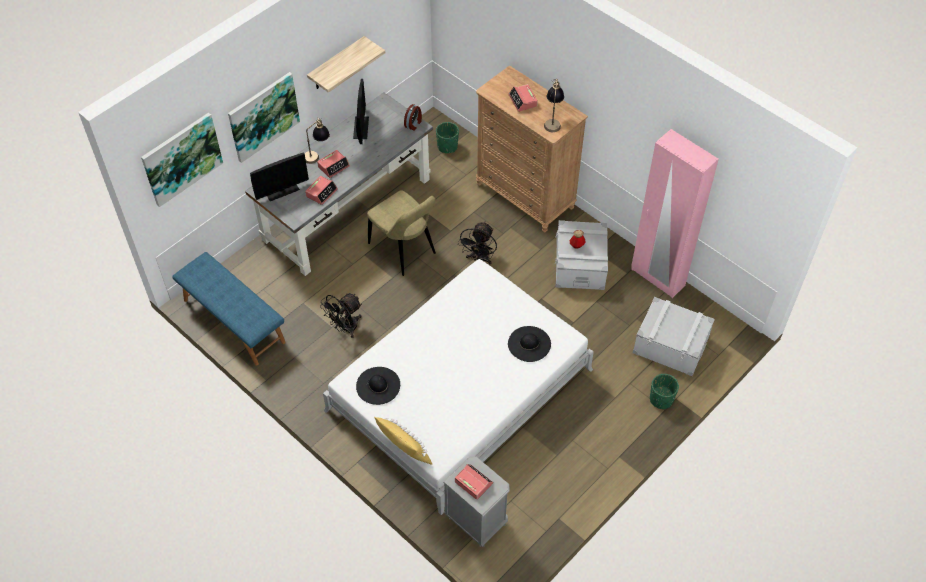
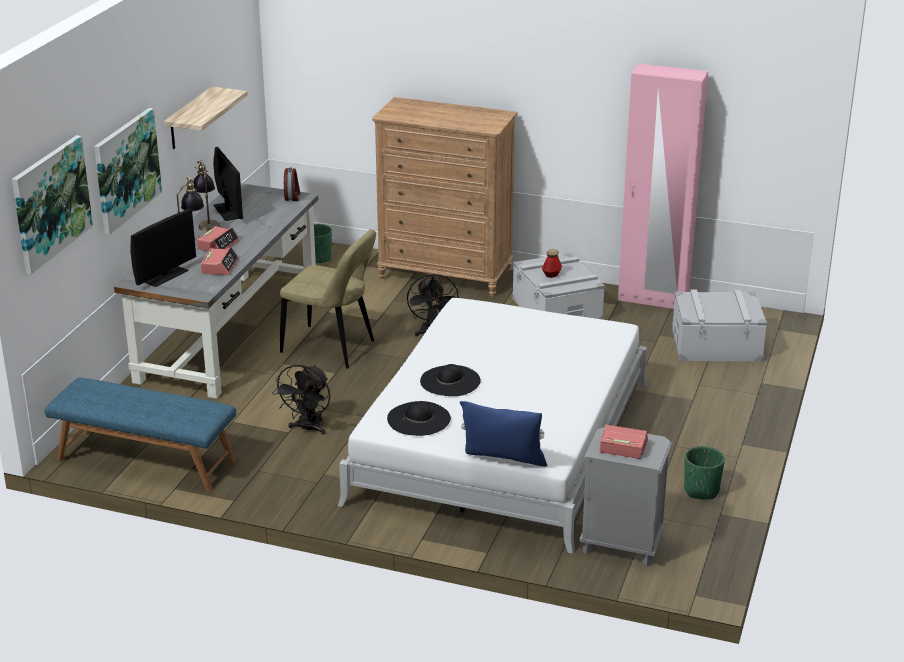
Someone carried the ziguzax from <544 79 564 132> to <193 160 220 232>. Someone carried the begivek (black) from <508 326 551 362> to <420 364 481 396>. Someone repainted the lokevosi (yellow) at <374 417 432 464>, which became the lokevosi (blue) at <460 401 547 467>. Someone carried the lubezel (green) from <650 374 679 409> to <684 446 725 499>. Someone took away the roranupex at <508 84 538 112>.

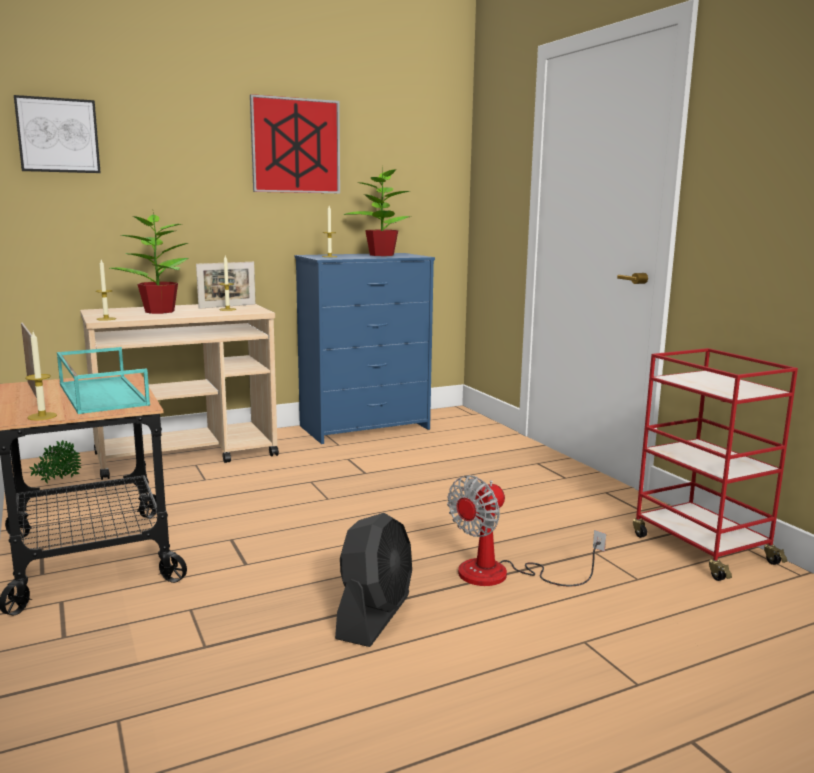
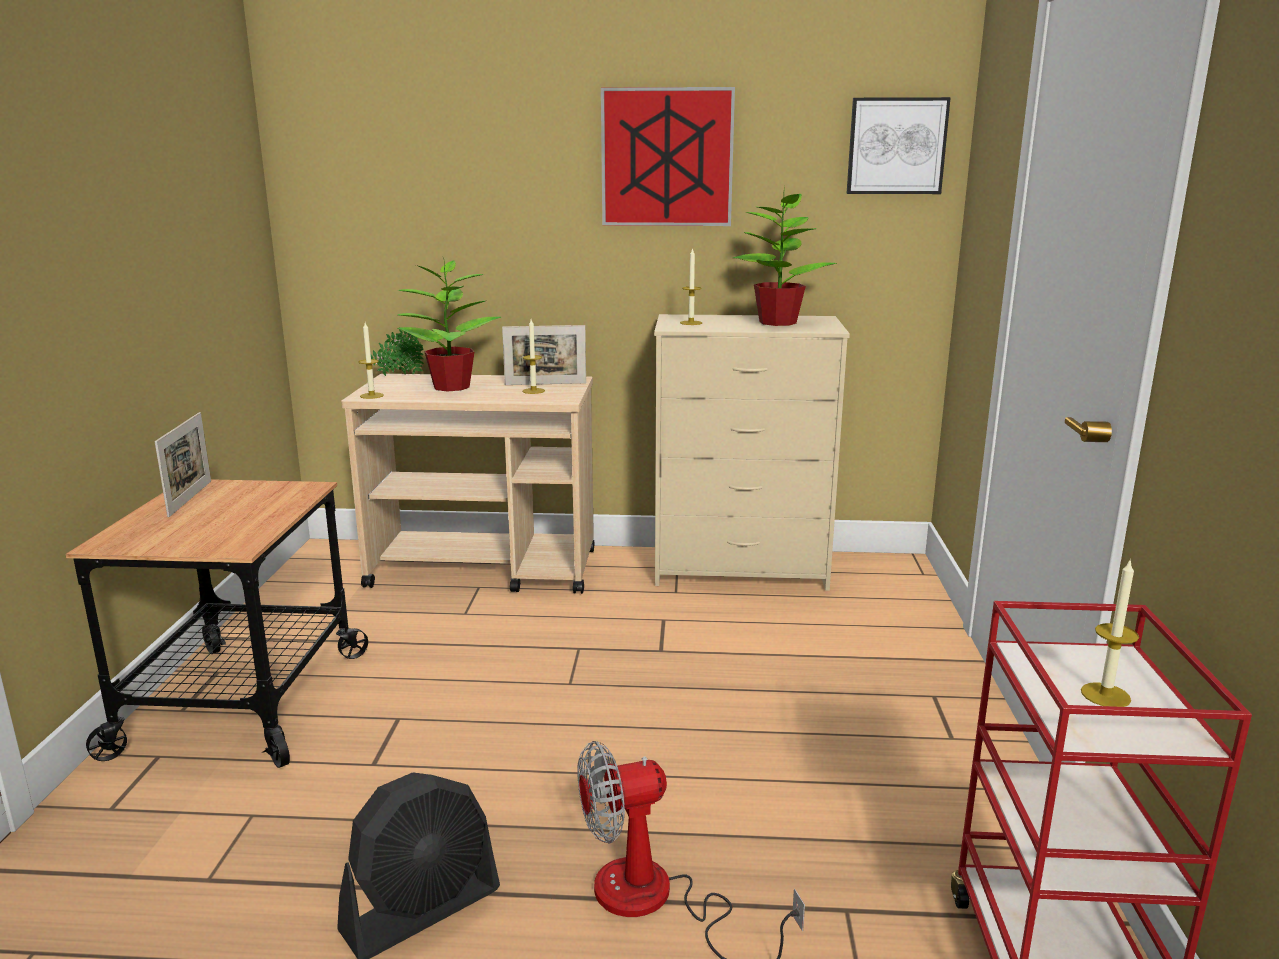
Someone carried the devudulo from <29 440 81 484> to <371 327 424 376>. Someone repainted the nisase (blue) at <295 253 435 444>, which became the nisase (beige) at <654 314 850 591>. Someone carried the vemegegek from <14 95 101 173> to <846 97 951 194>. Someone carried the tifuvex from <25 332 57 420> to <1081 561 1139 707>. Someone took away the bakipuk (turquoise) at <57 347 150 414>.

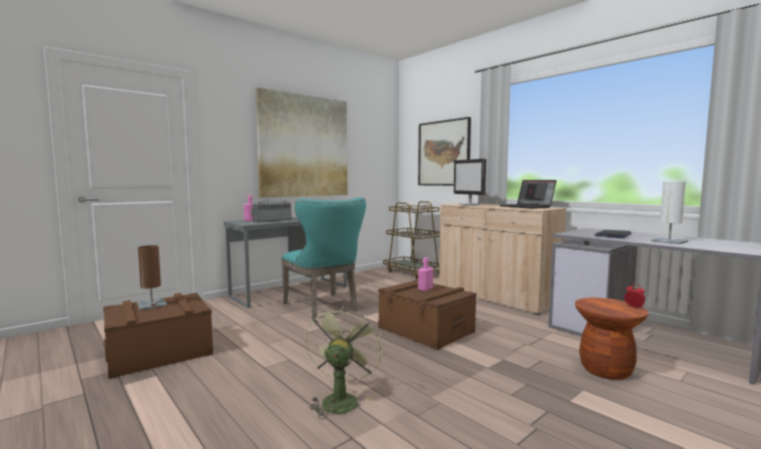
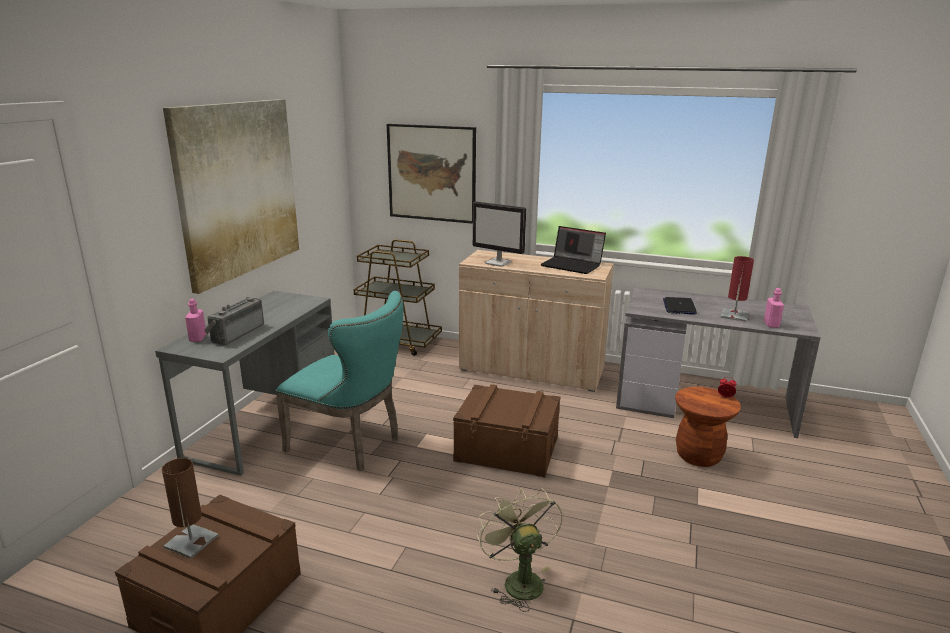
Someone repainted the ziguzax (white) at <651 182 688 244>, which became the ziguzax (red) at <721 256 754 322>. Someone carried the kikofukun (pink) from <418 257 433 291> to <764 288 784 328>.

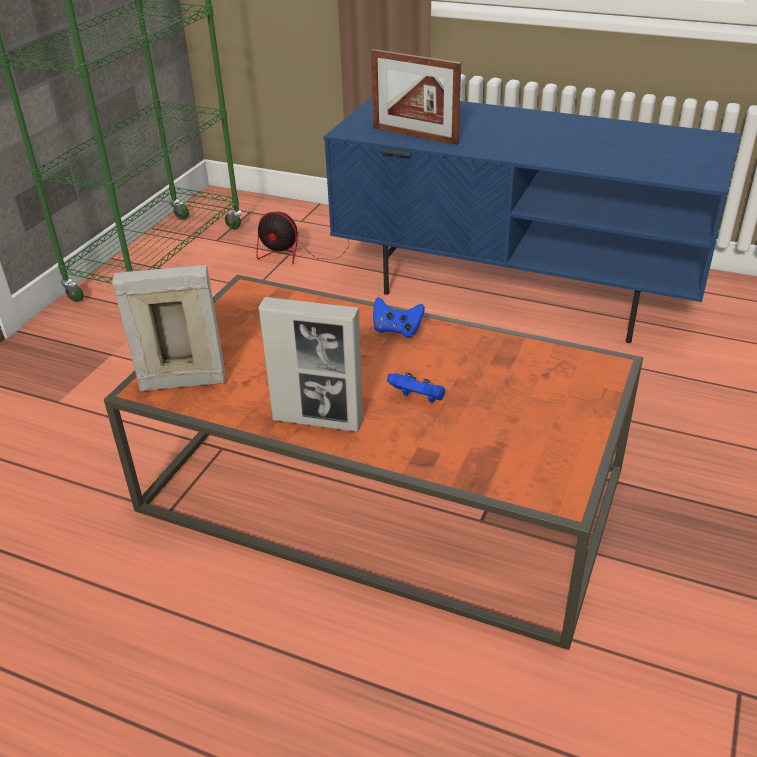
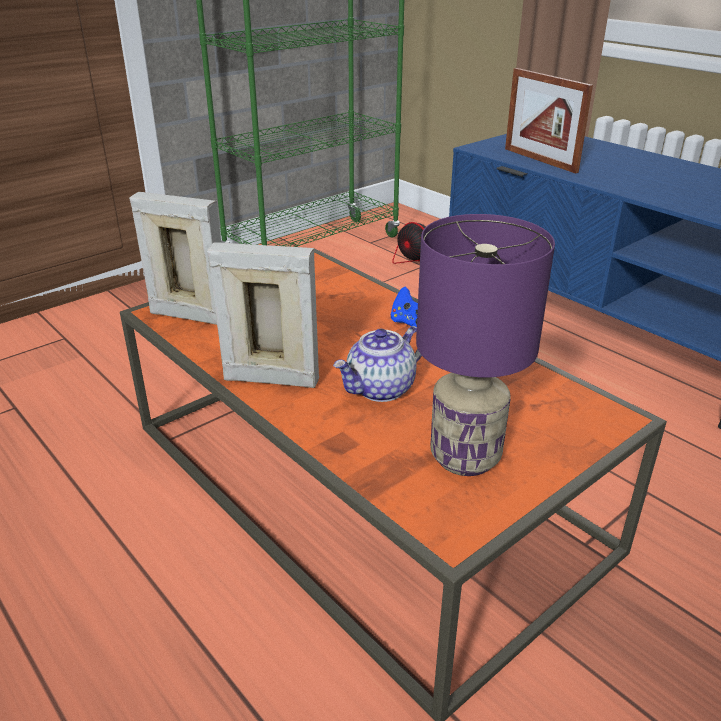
Someone rotated the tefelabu at <259 297 363 432> by 150 degrees clockwise. Someone swapped the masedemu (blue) at <387 372 445 403> for the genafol at <333 326 422 402>. Someone put down the ziguzax (purple) at <416 214 555 476>.

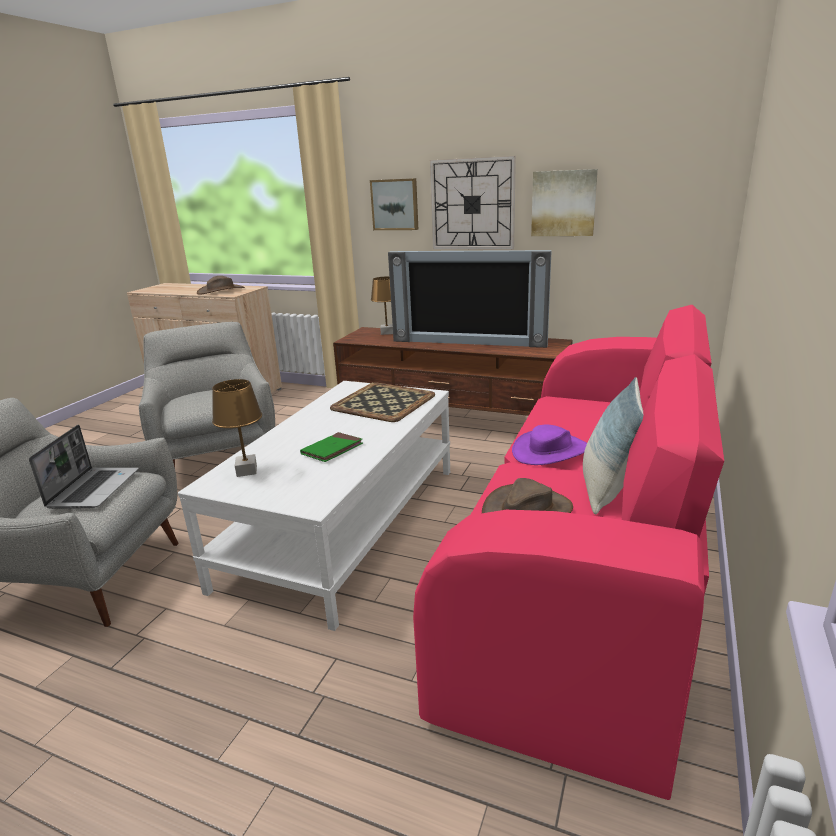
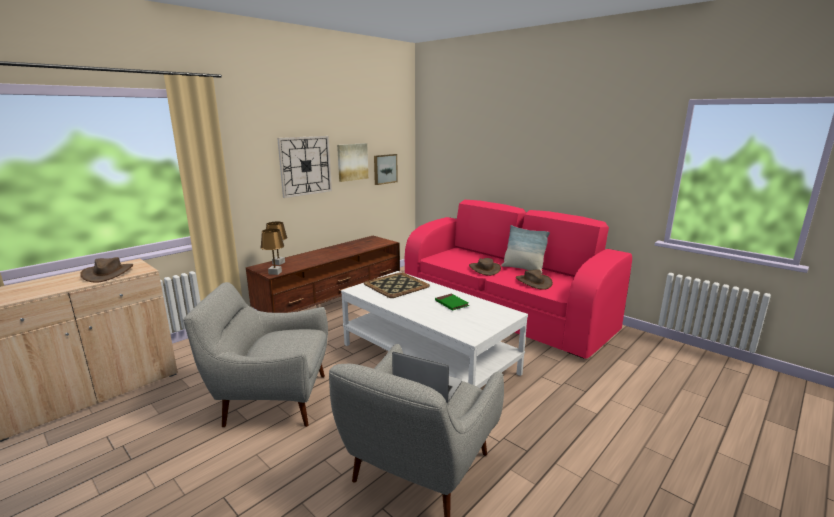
Someone carried the ziguzax (brown) from <212 379 262 477> to <260 229 284 275>. Someone carried the vemegegek from <370 178 418 230> to <374 154 398 185>. Someone repainted the begivek (purple) at <512 425 587 465>, which became the begivek (brown) at <469 258 501 276>. Someone took away the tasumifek at <388 250 552 348>.

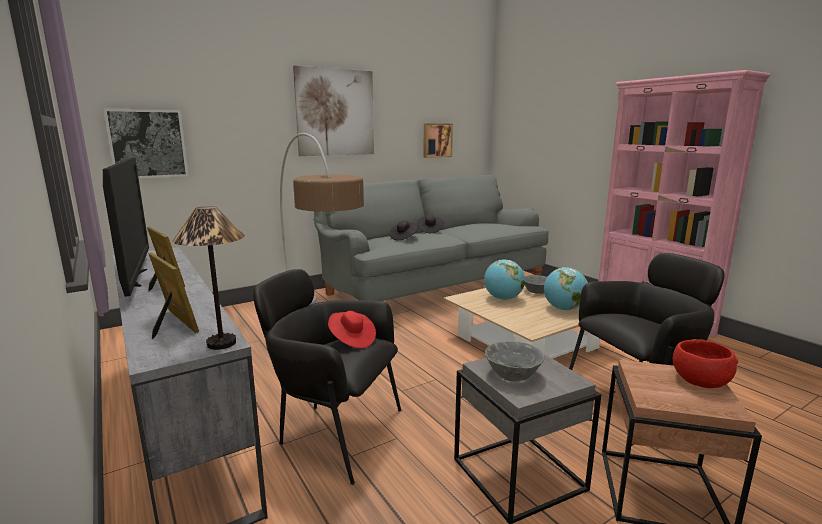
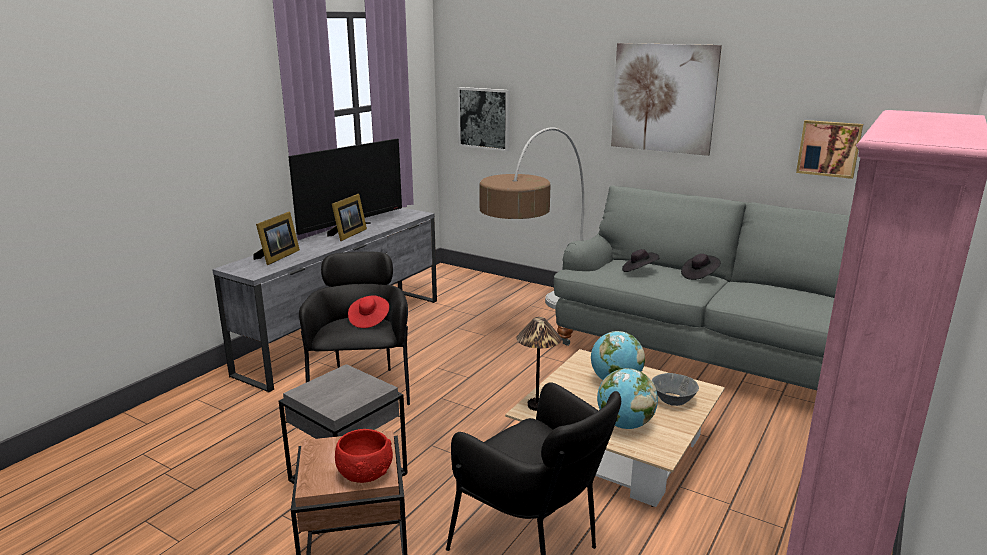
Someone carried the ziguzax from <172 206 245 350> to <516 317 562 411>. Someone took away the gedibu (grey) at <485 342 545 381>.

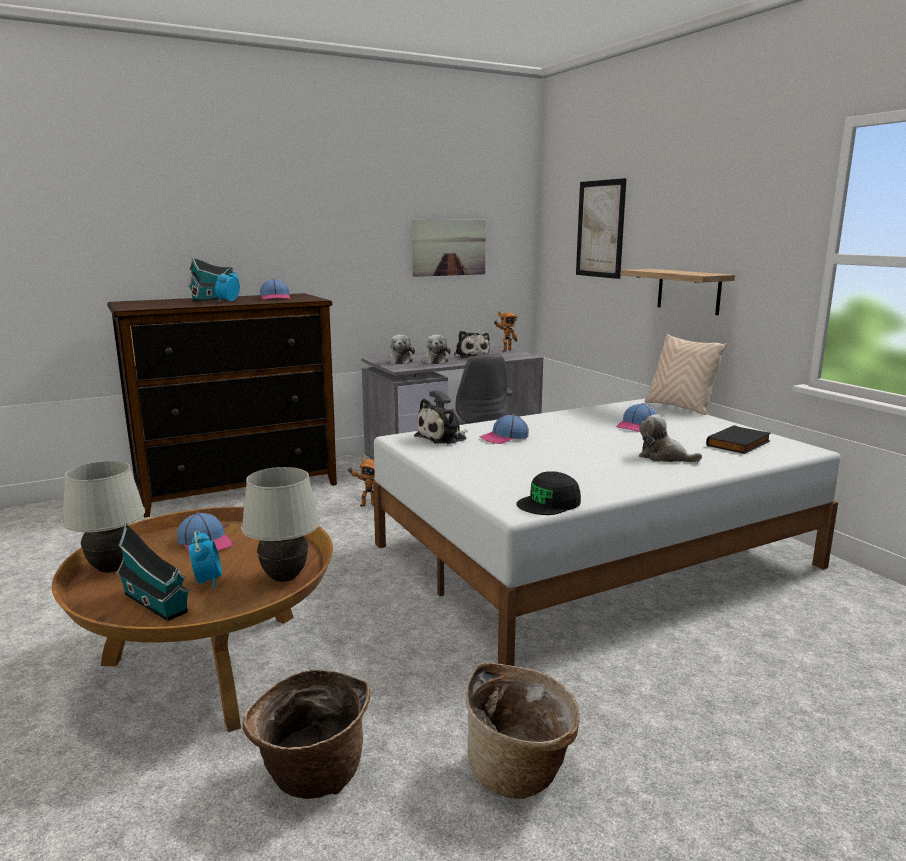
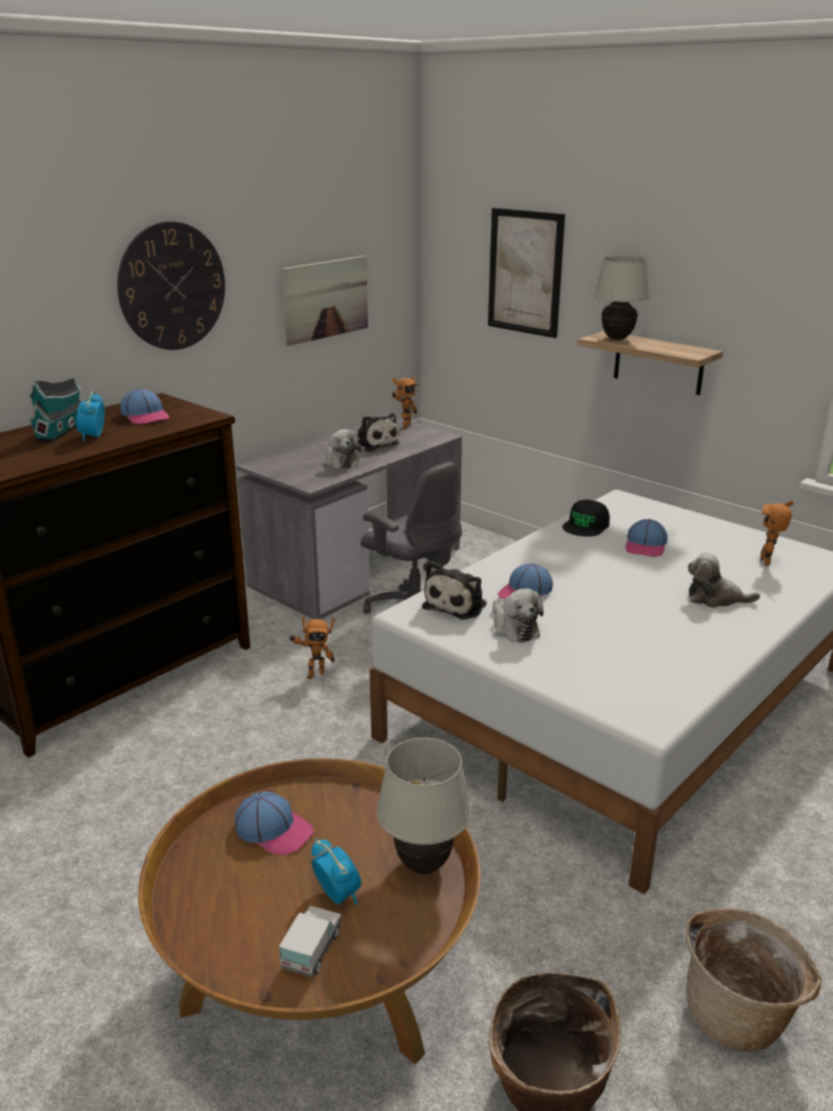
Someone put up the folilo at <117 221 225 350>. Someone swapped the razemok at <117 522 191 621> for the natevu at <279 905 341 977>. Someone carried the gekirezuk from <387 335 415 364> to <493 588 544 643>. Someone carried the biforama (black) from <516 471 581 515> to <563 500 610 536>. Someone carried the ziguzax (white) from <62 461 145 573> to <594 256 650 340>. Someone swapped the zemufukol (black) at <706 425 771 454> for the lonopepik at <761 501 794 566>. Someone took away the lokevosi (beige) at <645 334 727 415>.

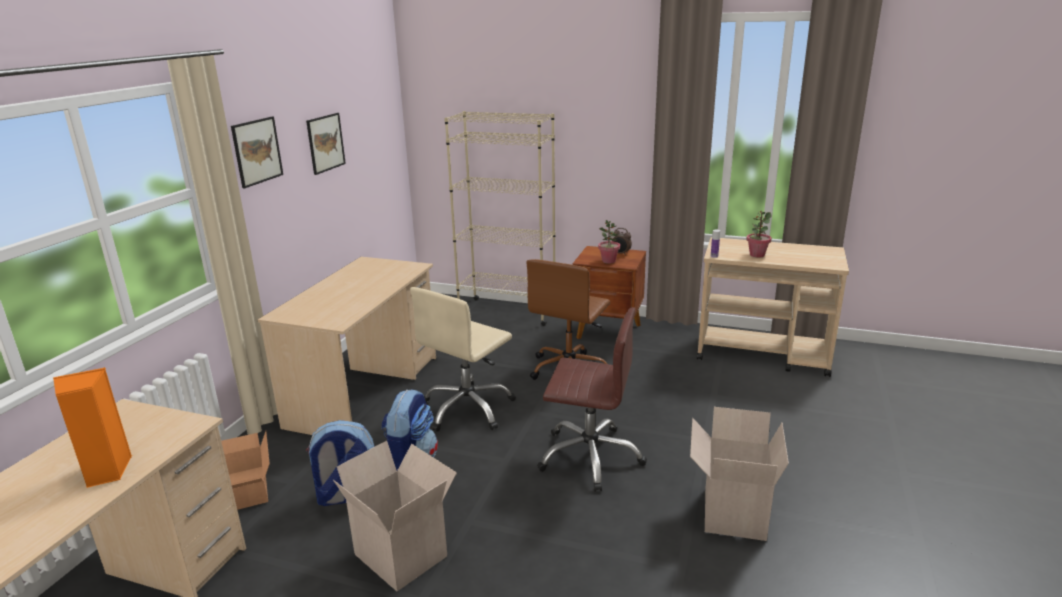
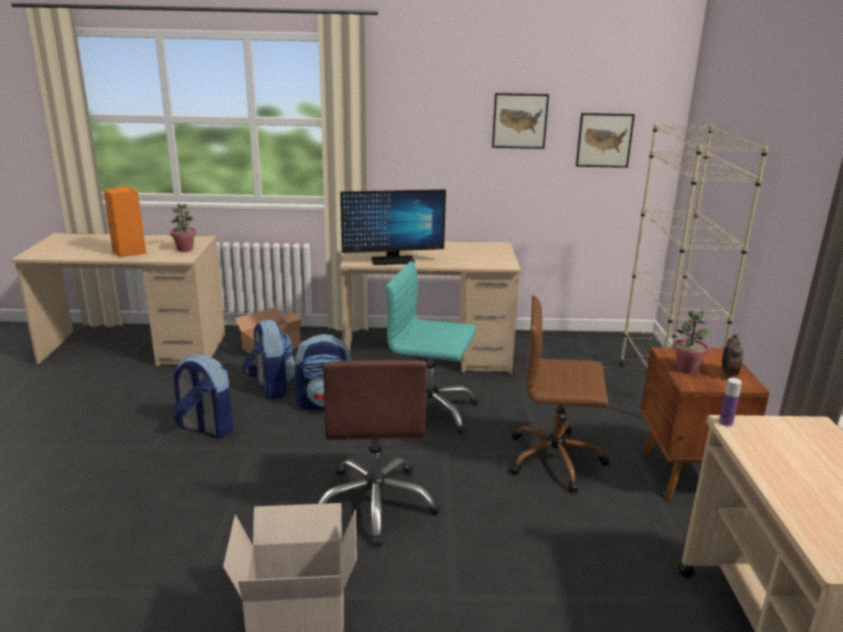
Someone carried the devudulo from <746 211 772 258> to <170 204 196 252>. Someone swapped the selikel at <333 441 457 591> for the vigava at <171 354 234 438>. Someone put down the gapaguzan at <340 189 446 265>. Someone repainted the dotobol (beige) at <410 287 516 432>, which became the dotobol (turquoise) at <386 261 479 435>. Someone carried the vemegegek from <231 117 283 188> to <576 113 635 168>.

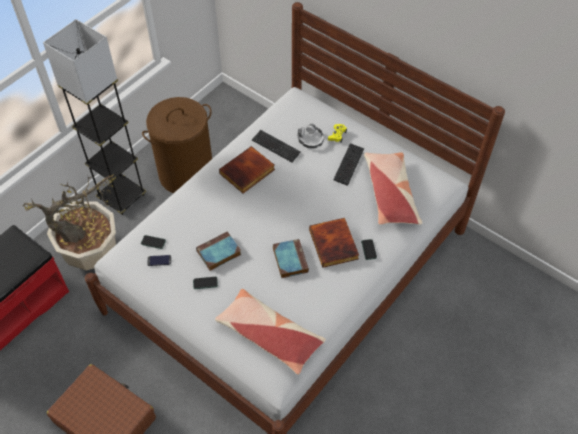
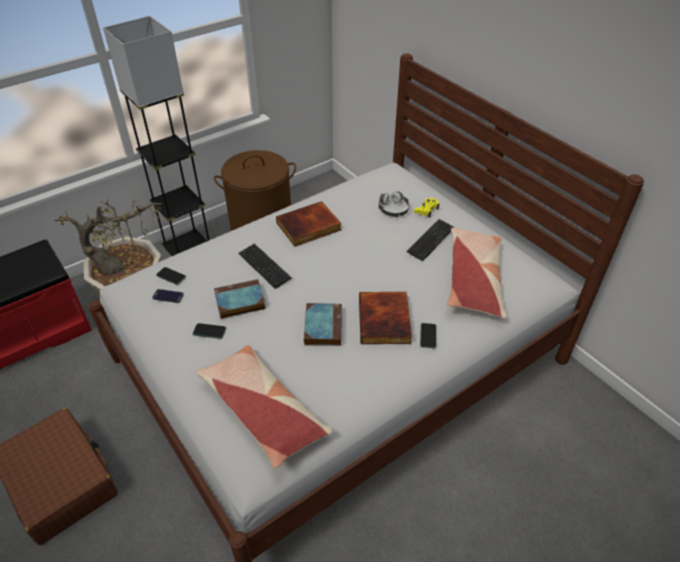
Someone carried the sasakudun from <252 130 301 162> to <239 244 292 289>.

